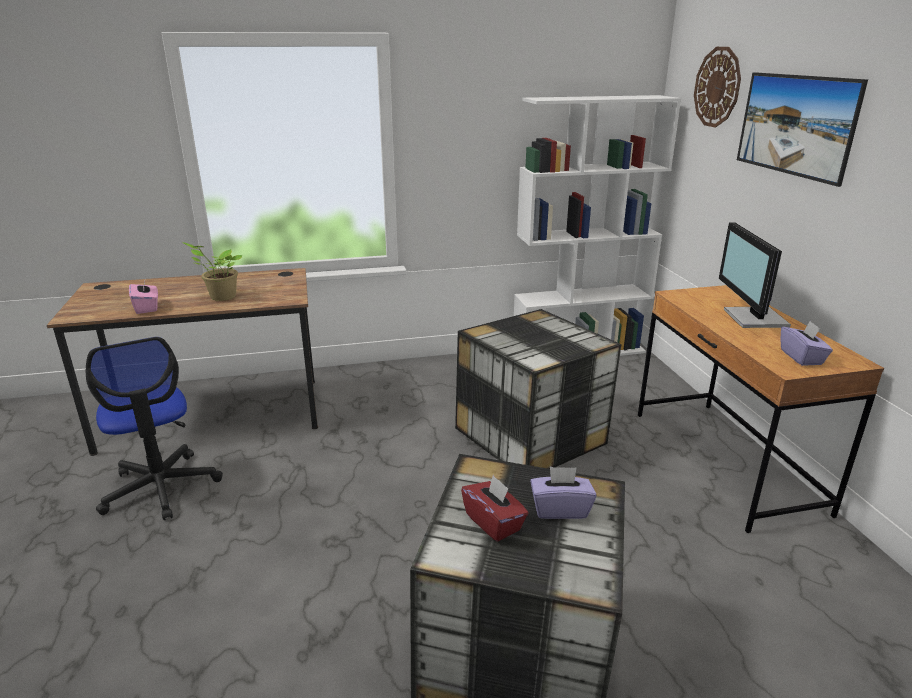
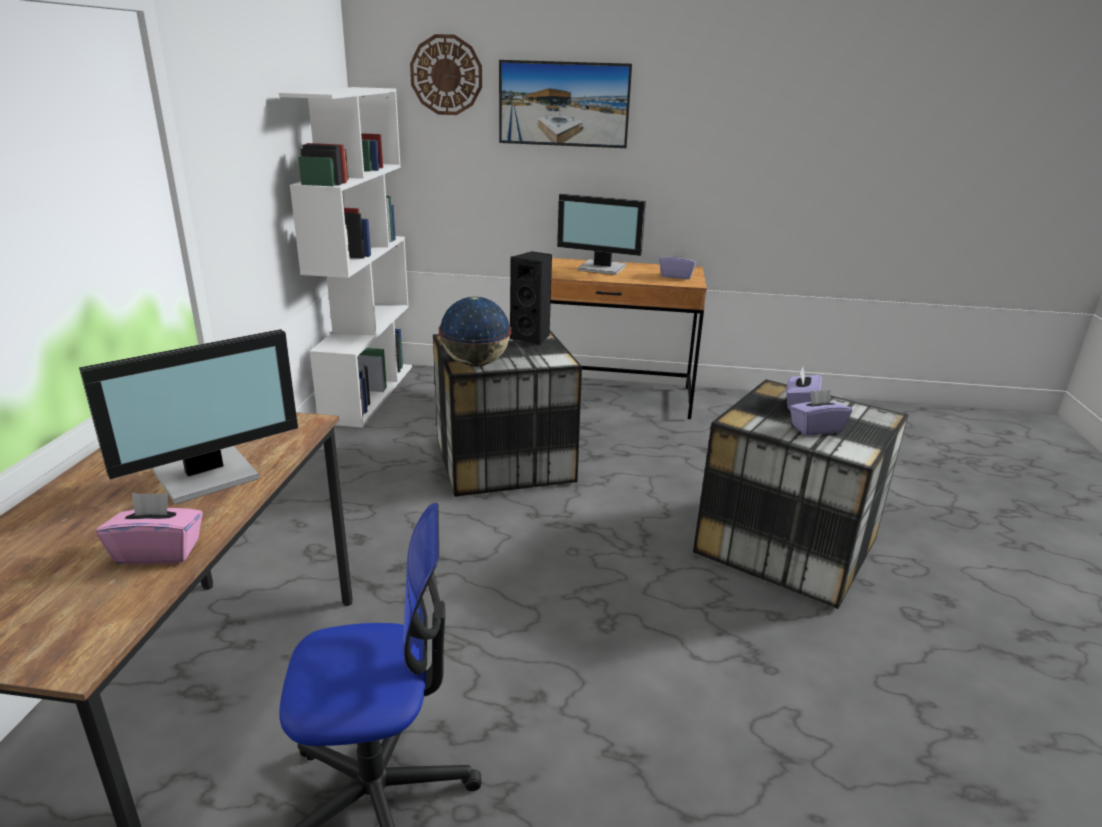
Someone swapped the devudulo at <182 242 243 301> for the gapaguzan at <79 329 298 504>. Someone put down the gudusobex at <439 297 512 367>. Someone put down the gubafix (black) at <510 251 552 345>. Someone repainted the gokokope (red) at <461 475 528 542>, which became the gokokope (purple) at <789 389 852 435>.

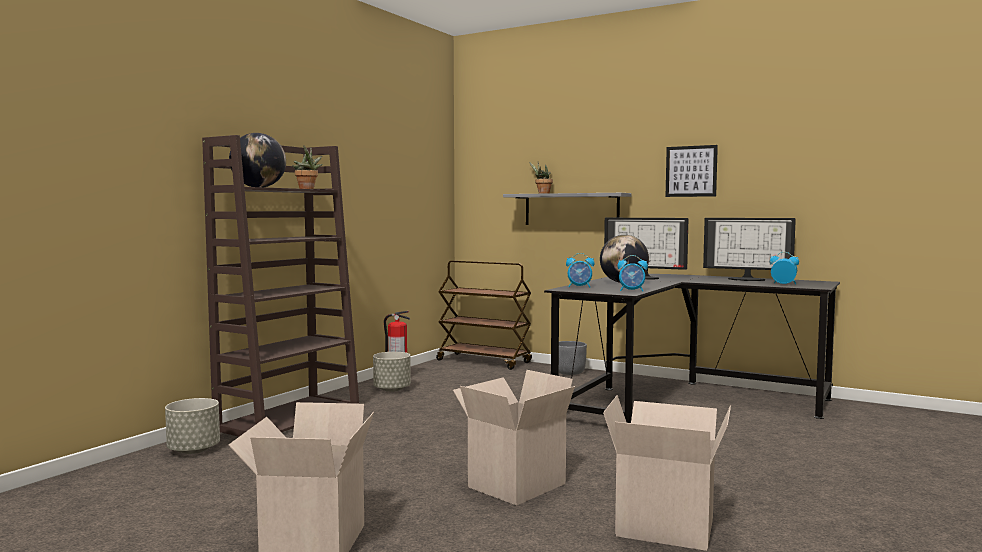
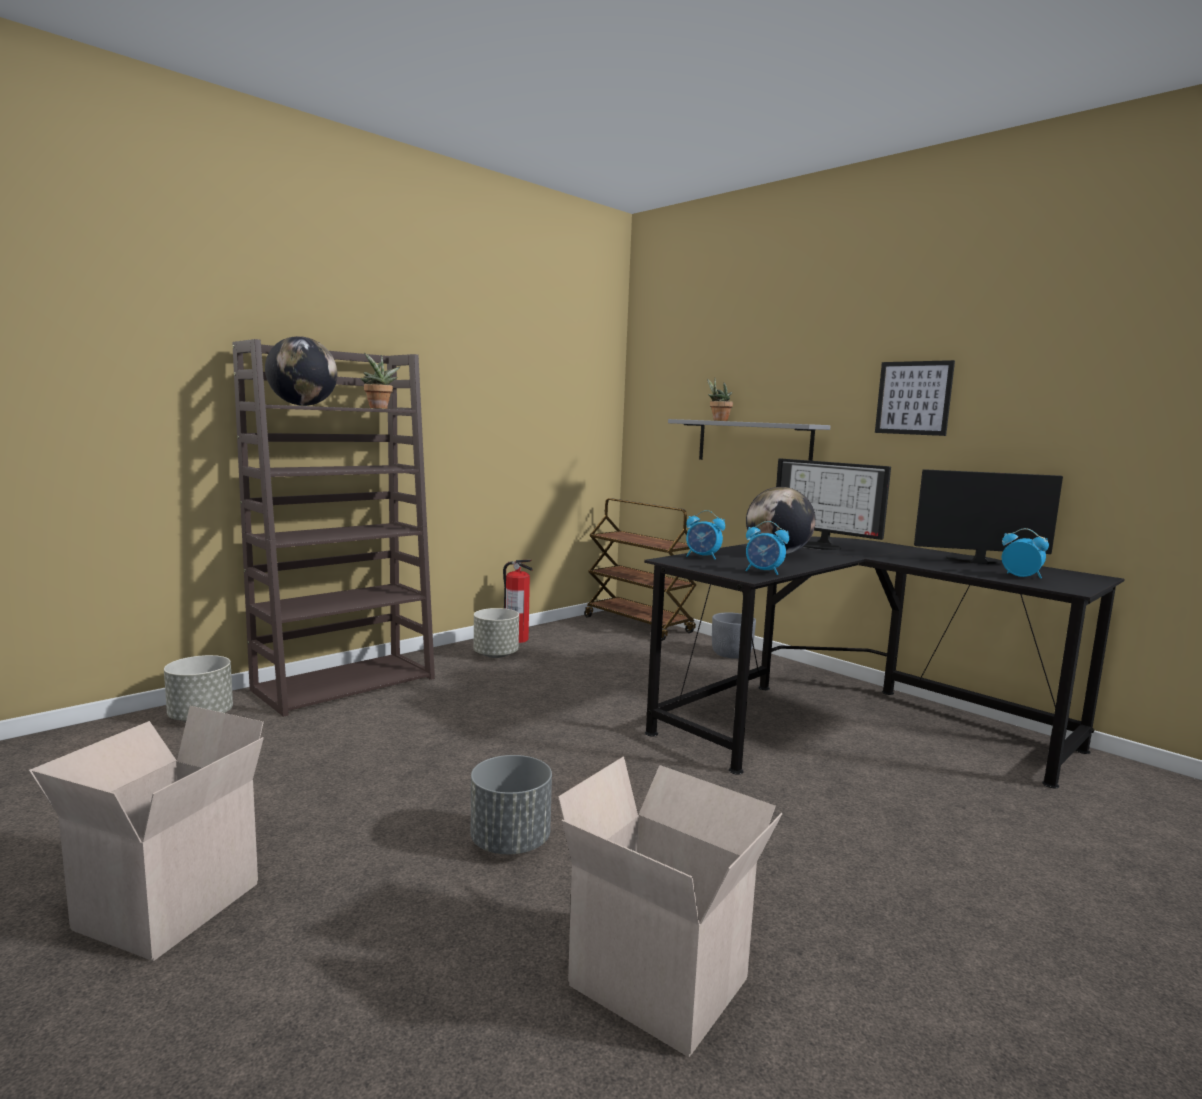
Someone swapped the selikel at <453 370 575 506> for the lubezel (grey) at <471 755 552 854>. Someone rotated the gapaguzan at <703 218 796 281> by 150 degrees clockwise.

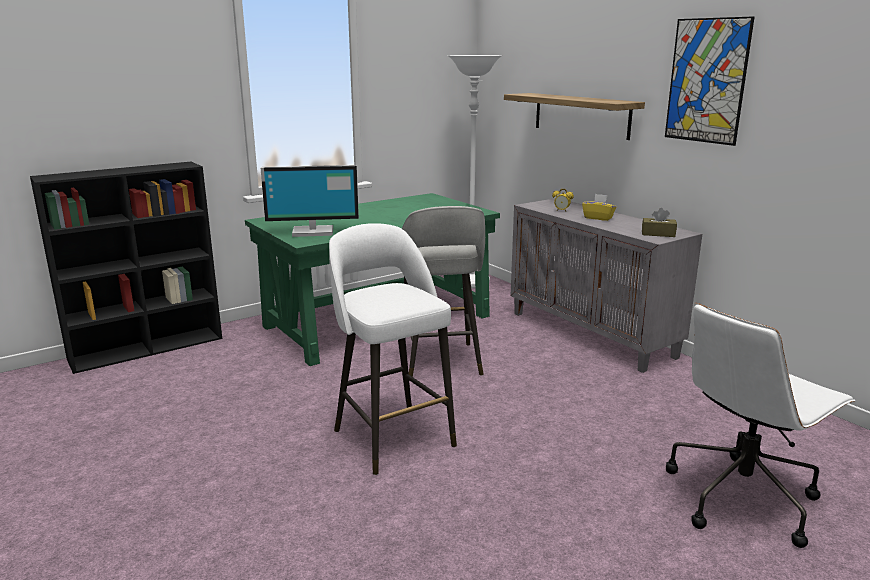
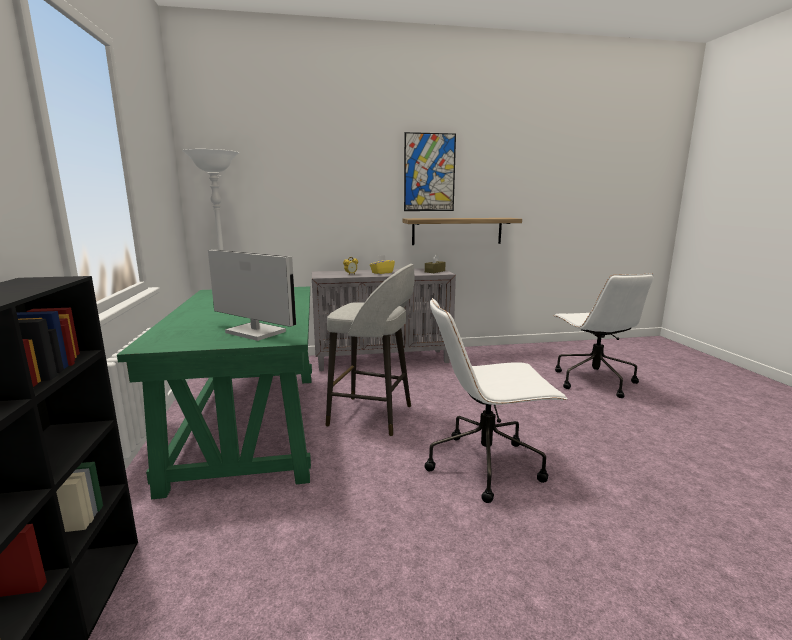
Someone rotated the gapaguzan at <261 165 359 237> by 75 degrees counterclockwise. Someone carried the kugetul from <504 93 645 140> to <403 218 522 245>. Someone swapped the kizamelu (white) at <329 223 457 475> for the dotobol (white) at <425 298 568 503>.

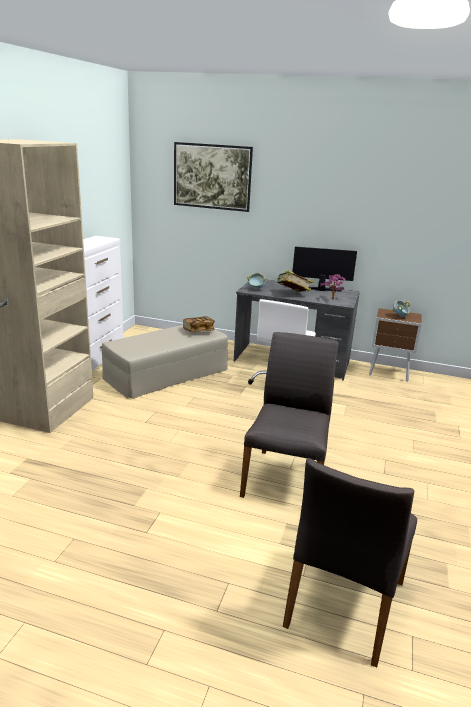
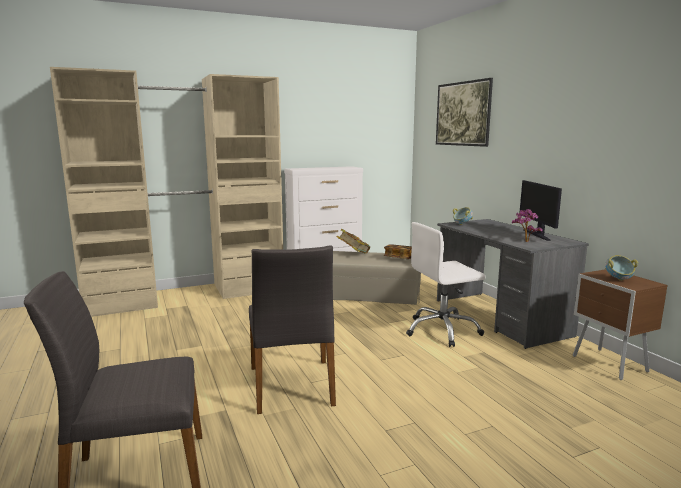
Someone rotated the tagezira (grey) at <240 332 339 498> by 105 degrees clockwise. Someone carried the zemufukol from <276 270 314 292> to <337 229 370 254>. Someone rotated the gapaguzan at <292 247 357 292> by 150 degrees counterclockwise.

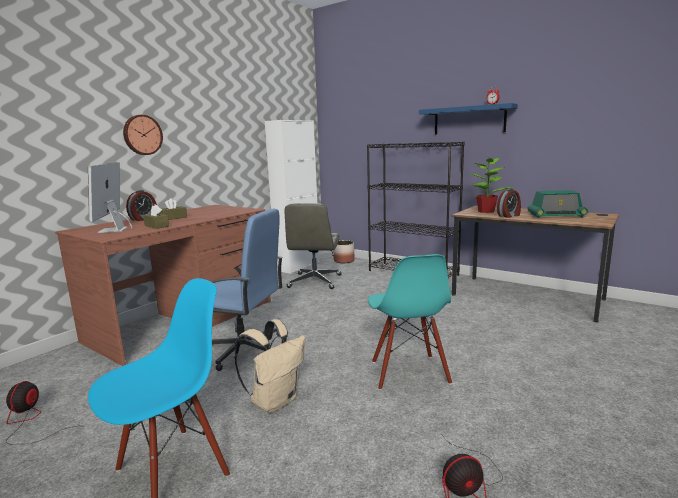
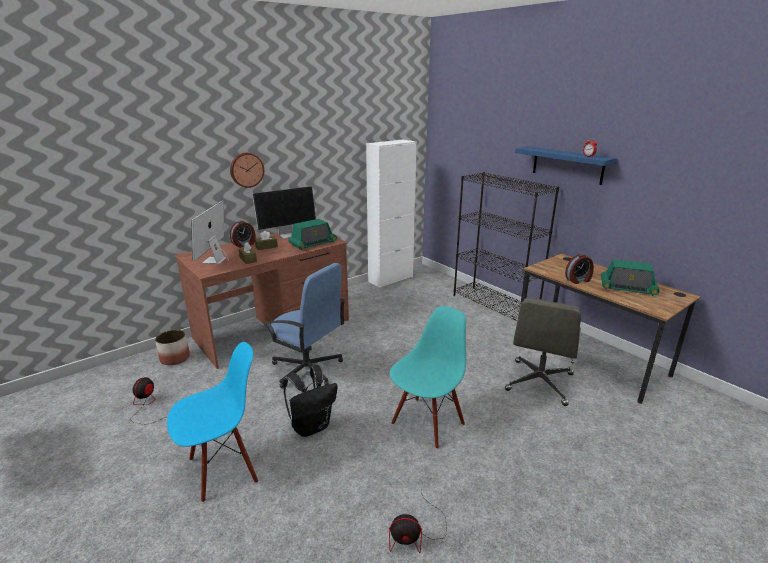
Someone carried the lubezel from <334 241 355 263> to <155 330 190 365>. Someone put down the gapaguzan at <252 186 316 239>. Someone repainted the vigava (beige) at <234 319 305 413>, which became the vigava (black) at <282 365 337 437>. Someone put down the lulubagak at <288 219 337 250>. Someone rotated the tagezira (turquoise) at <368 254 452 390> by 150 degrees counterclockwise. Someone carried the dotobol (grey) from <285 203 341 289> to <505 298 581 406>. Someone took away the devudulo at <471 158 515 213>.

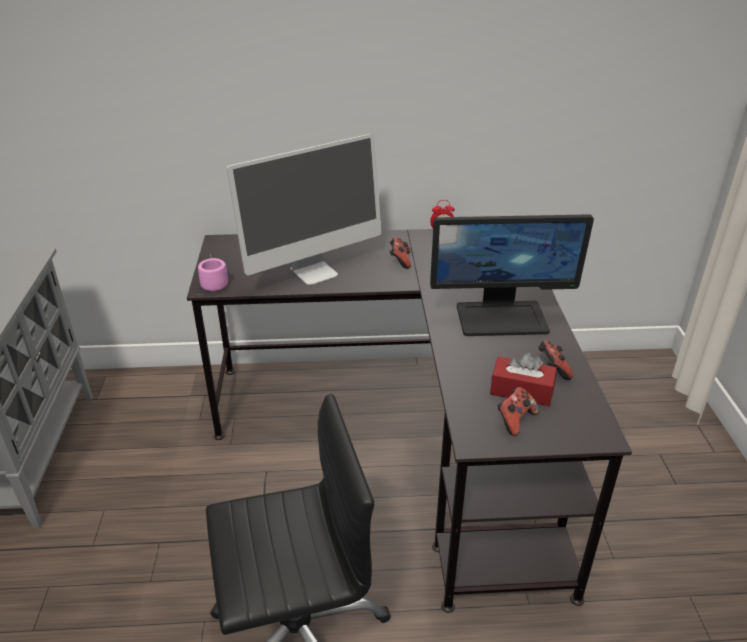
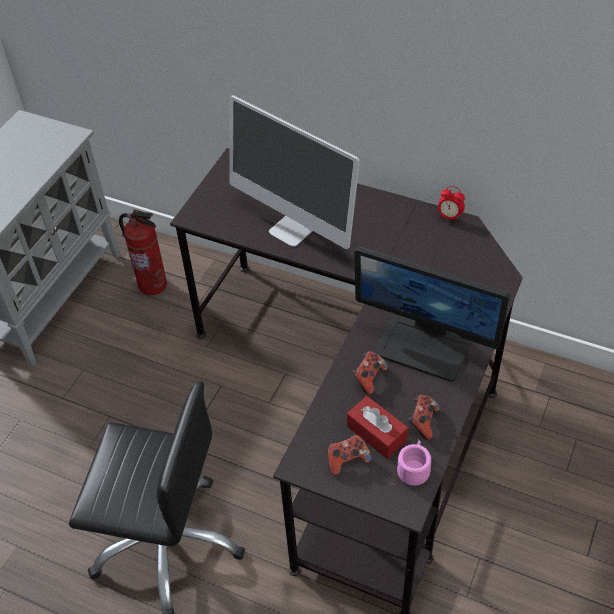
Someone put down the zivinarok at <119 210 167 296>. Someone rotated the gapaguzan at <226 134 381 285> by 45 degrees clockwise. Someone carried the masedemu from <390 237 411 269> to <353 351 388 395>. Someone carried the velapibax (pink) from <198 258 228 295> to <391 439 431 486>.

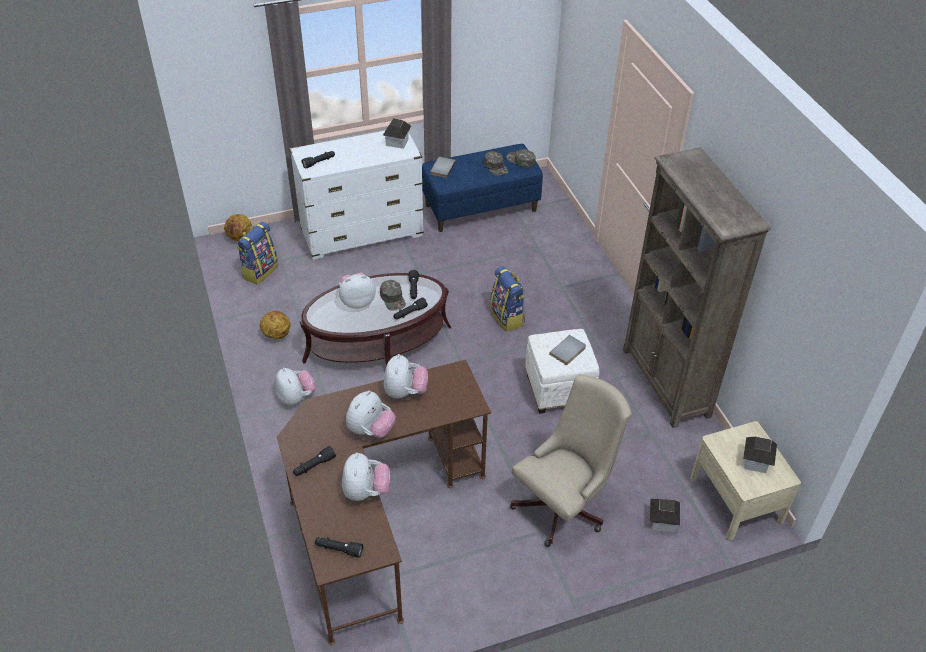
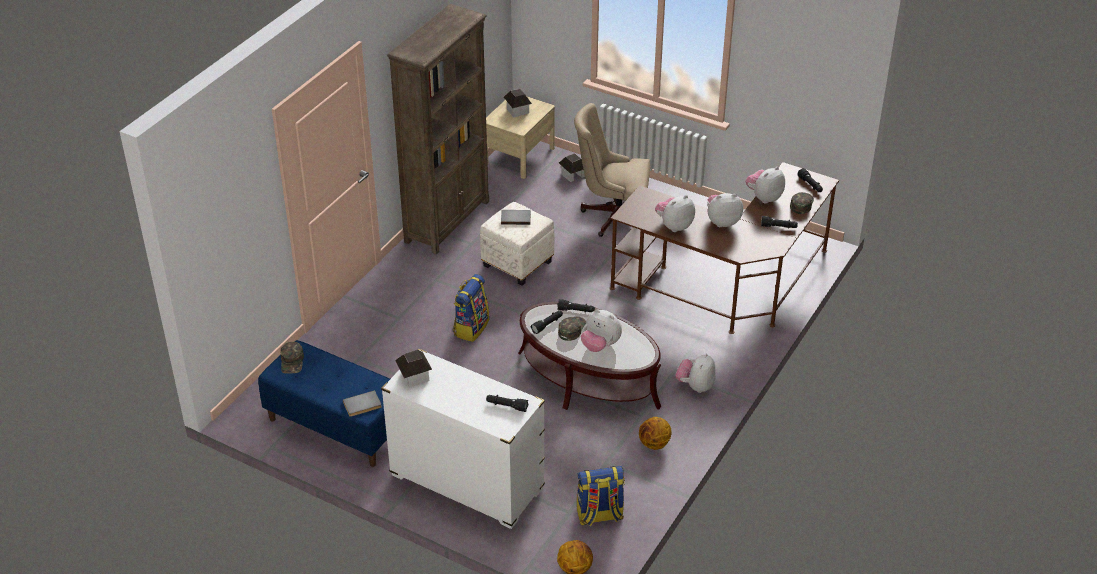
Someone carried the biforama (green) from <484 151 508 176> to <790 192 814 214>.

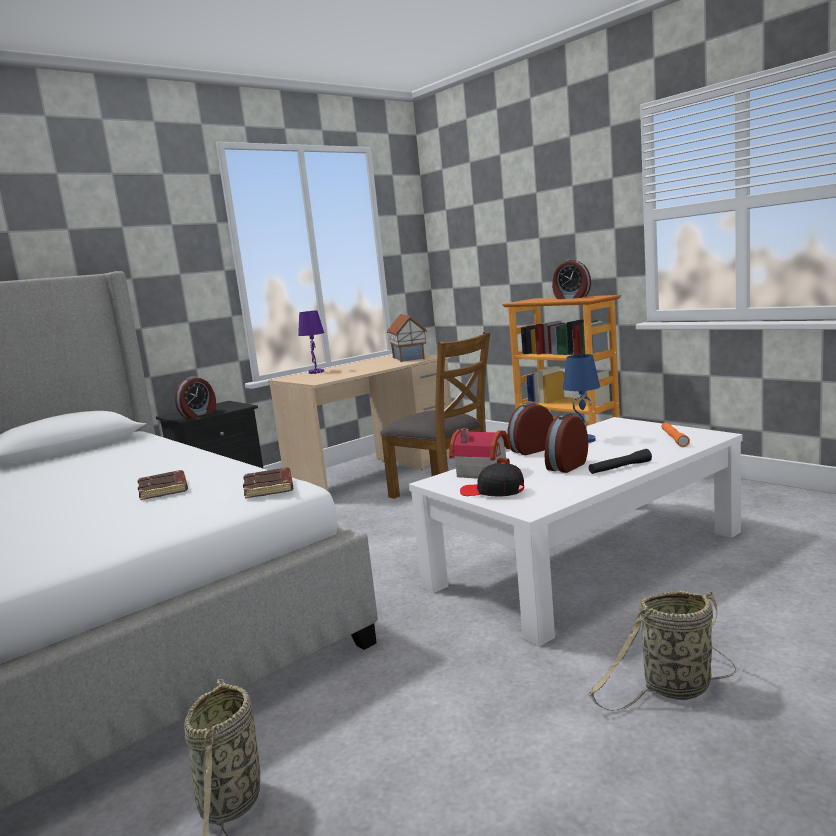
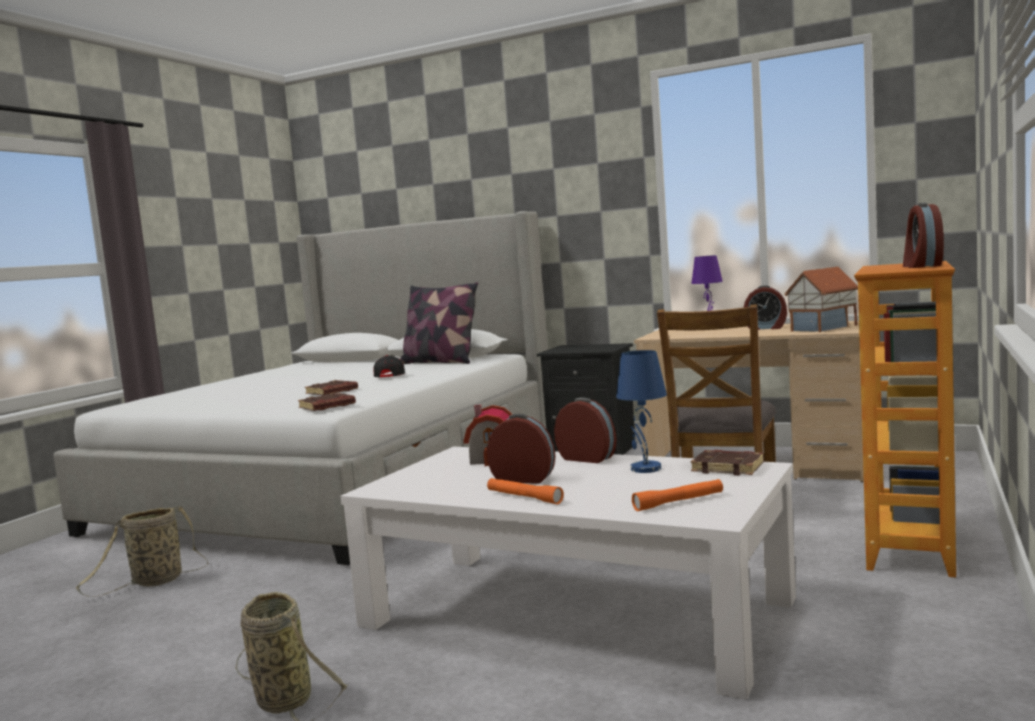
Someone carried the biforama (black) from <460 462 524 497> to <373 355 406 377>. Someone put down the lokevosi at <400 282 478 364>. Someone repainted the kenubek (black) at <589 449 652 474>, which became the kenubek (orange) at <487 478 564 504>. Someone put down the zemufukol (brown) at <691 450 764 476>. Someone carried the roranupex from <175 376 216 418> to <743 285 787 330>.

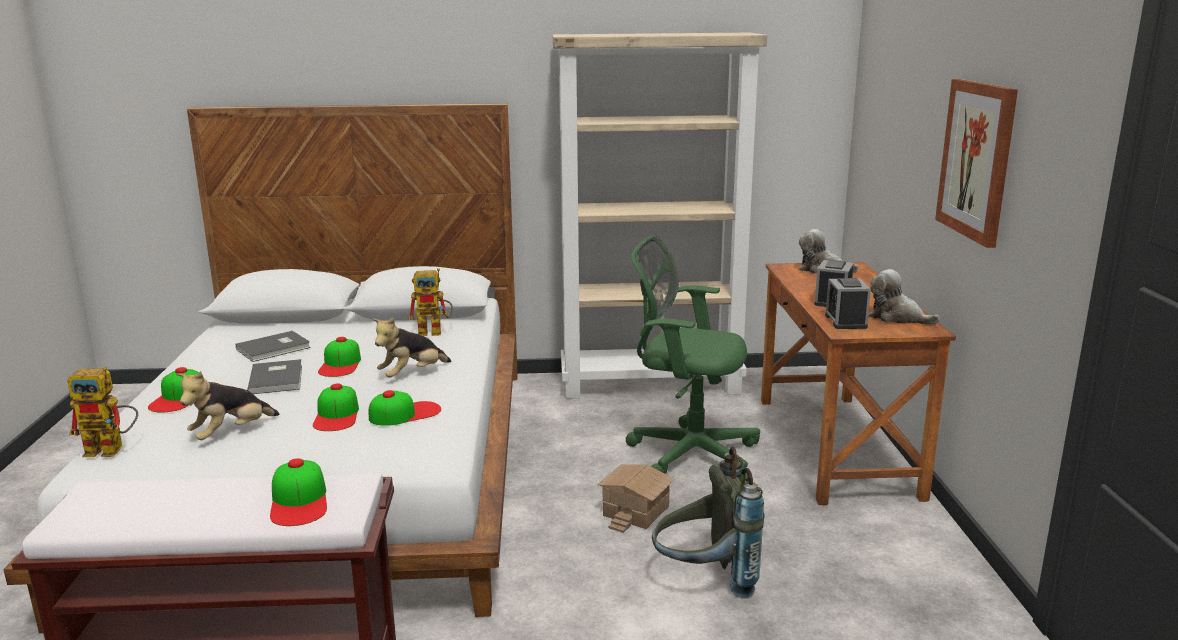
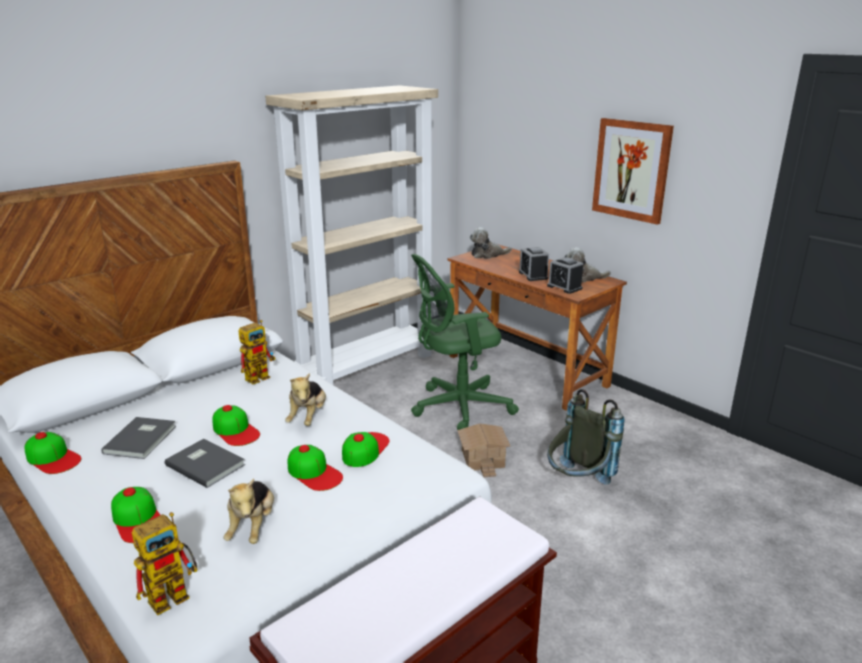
Someone carried the biforama from <270 458 327 526> to <24 432 81 474>.

